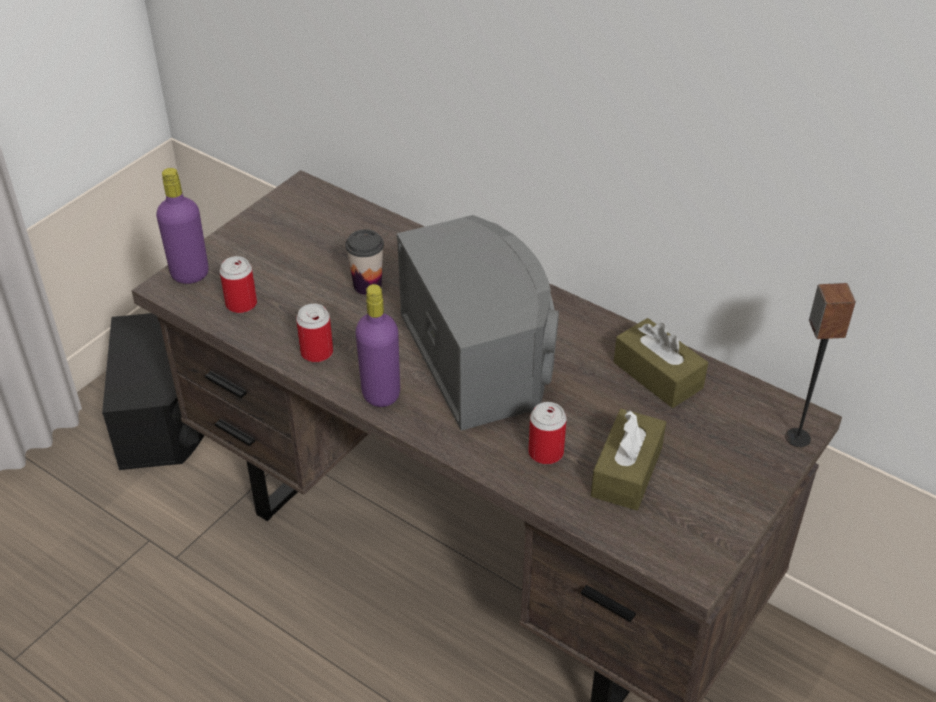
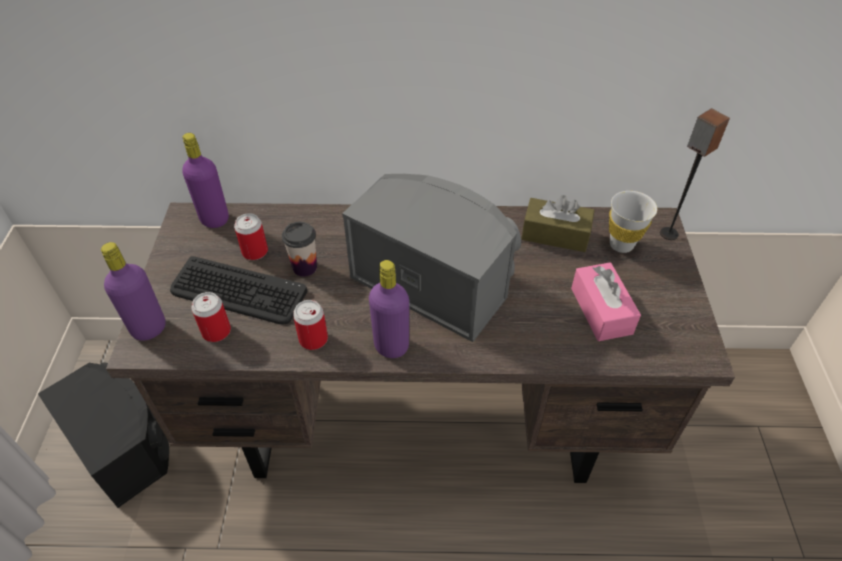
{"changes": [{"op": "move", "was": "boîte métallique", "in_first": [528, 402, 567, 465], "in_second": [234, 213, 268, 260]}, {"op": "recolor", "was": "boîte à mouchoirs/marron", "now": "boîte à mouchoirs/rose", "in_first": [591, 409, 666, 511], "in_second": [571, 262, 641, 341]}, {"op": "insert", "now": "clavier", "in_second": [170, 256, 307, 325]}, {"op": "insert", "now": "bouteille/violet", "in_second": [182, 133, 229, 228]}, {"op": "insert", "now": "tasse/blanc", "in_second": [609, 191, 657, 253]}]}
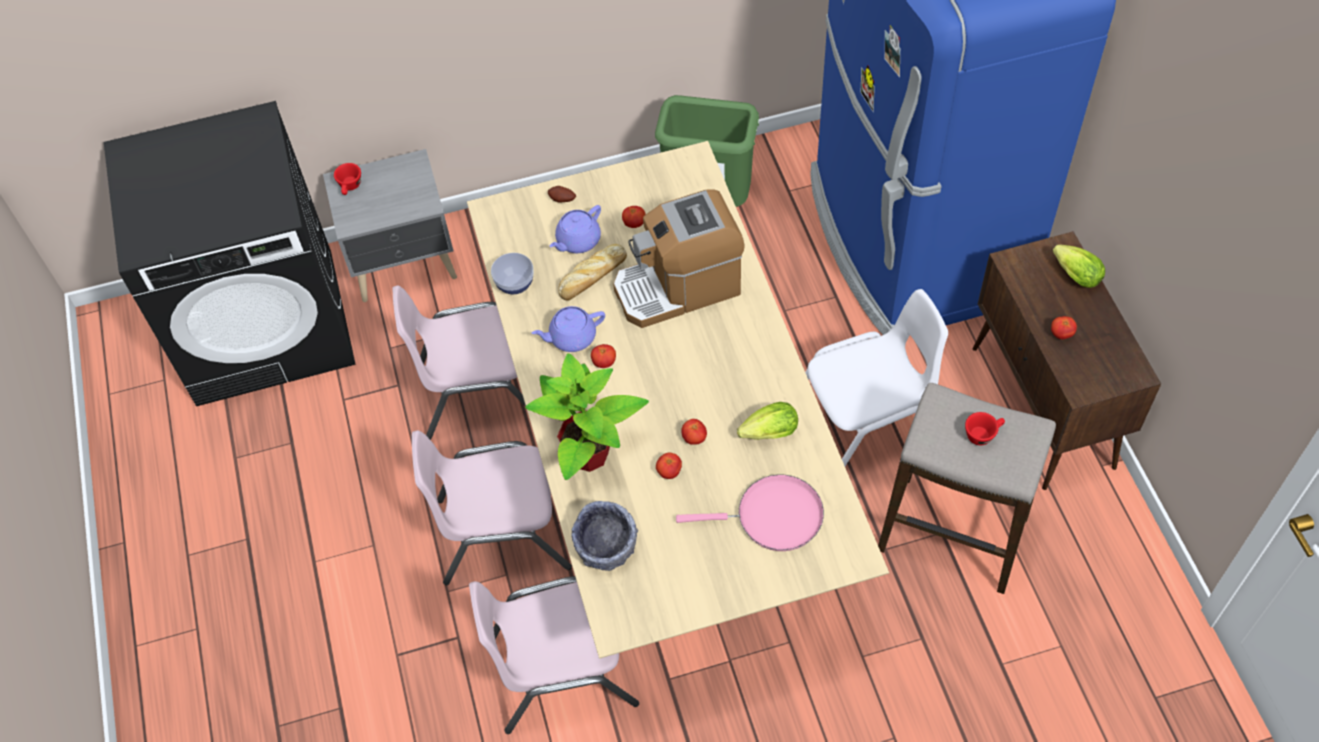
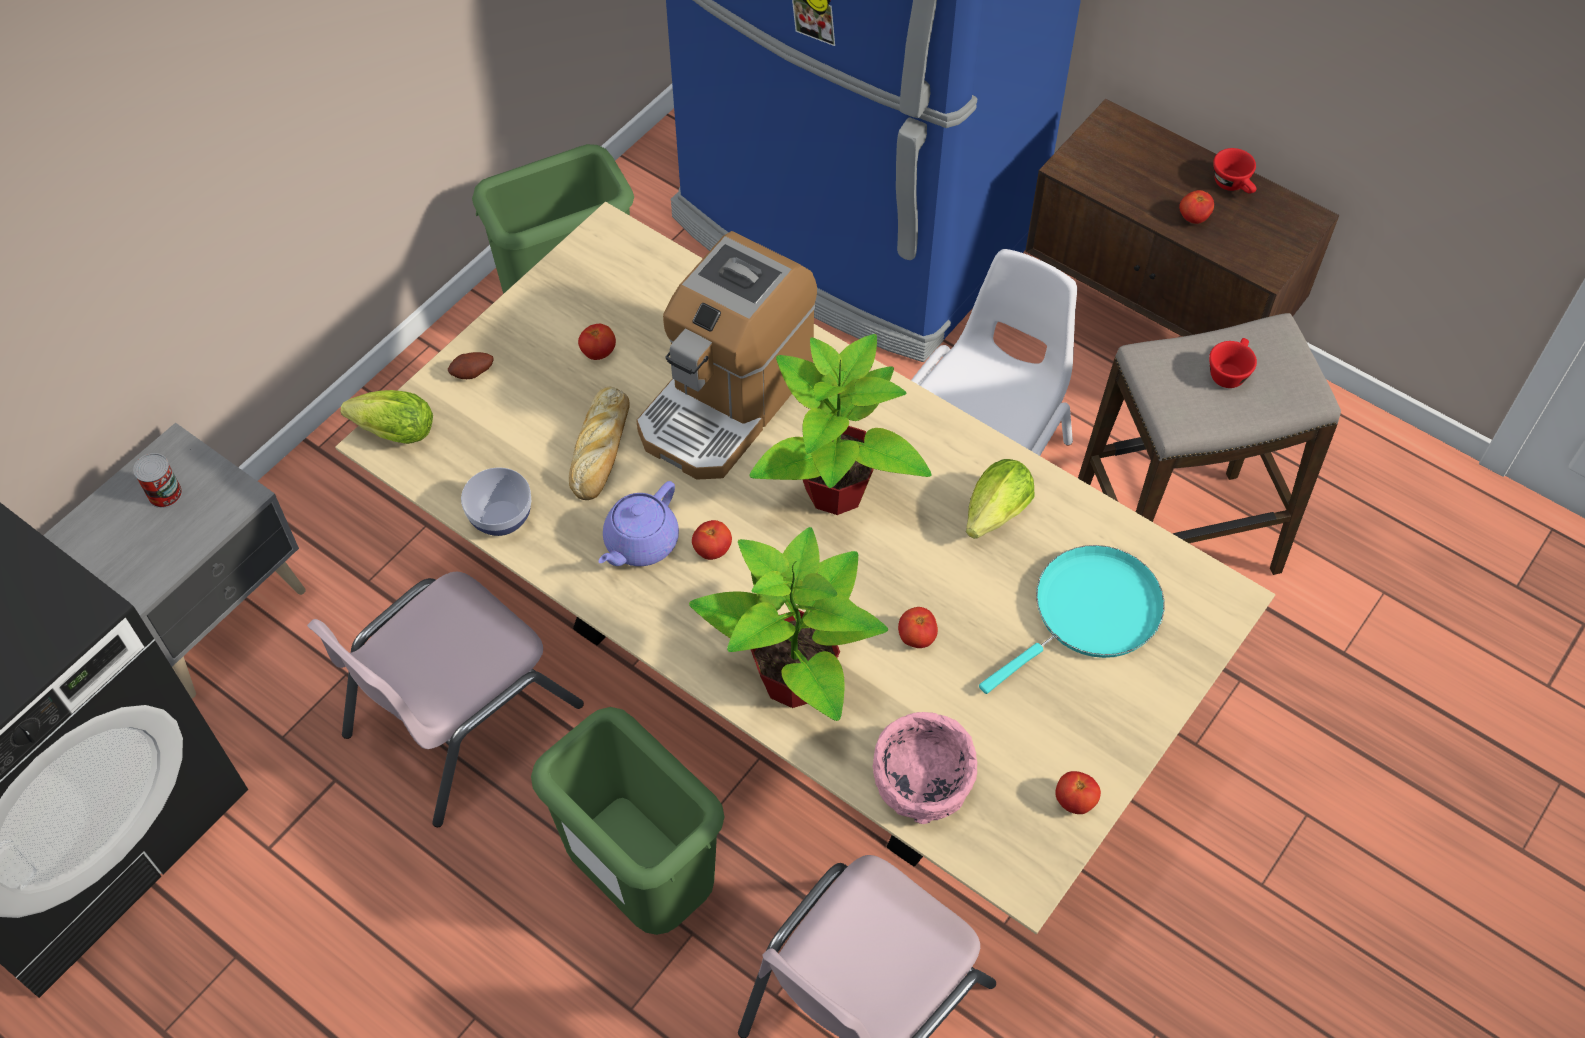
{"changes": [{"op": "move", "was": "tasse/rouge", "in_first": [334, 163, 361, 195], "in_second": [1213, 148, 1257, 193]}, {"op": "replace", "was": "chaise/rose", "now": "poubelle/vert", "in_first": [412, 430, 572, 585], "in_second": [531, 707, 724, 935]}, {"op": "delete", "was": "théière/violet", "in_first": [549, 205, 601, 253]}, {"op": "recolor", "was": "bol/gris", "now": "bol/rose", "in_first": [571, 501, 638, 571], "in_second": [873, 712, 977, 824]}, {"op": "recolor", "was": "poêle/rose", "now": "poêle/turquoise", "in_first": [676, 475, 824, 551], "in_second": [979, 545, 1165, 694]}, {"op": "move", "was": "tomate", "in_first": [681, 419, 707, 445], "in_second": [1055, 771, 1101, 814]}, {"op": "move", "was": "laitue", "in_first": [1053, 245, 1105, 288], "in_second": [341, 390, 433, 444]}, {"op": "insert", "now": "boîte métallique", "in_second": [133, 453, 182, 508]}, {"op": "insert", "now": "plante en pot", "in_second": [749, 334, 932, 515]}]}
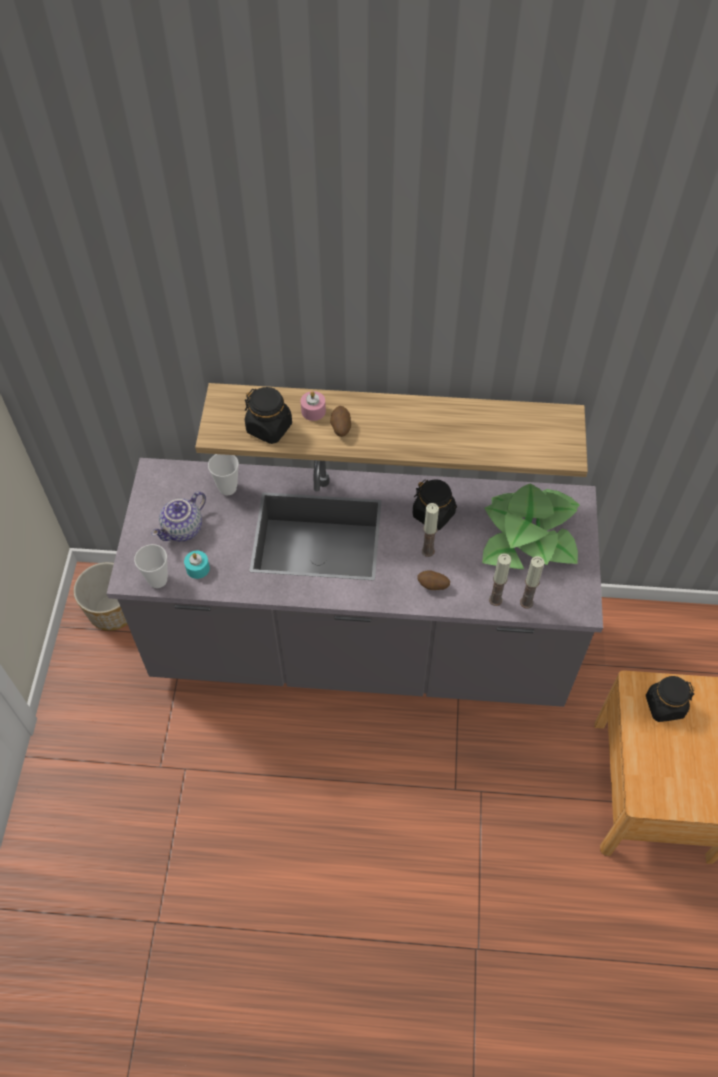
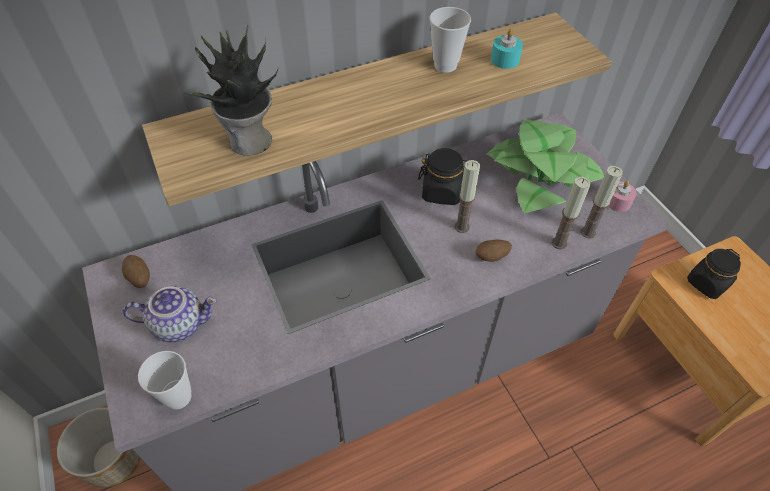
{"changes": [{"op": "rotate", "was": "théière", "in_first": [152, 491, 206, 542], "in_second": [123, 285, 217, 342], "clockwise": -105}, {"op": "move", "was": "bougie/turquoise", "in_first": [184, 551, 210, 579], "in_second": [491, 29, 523, 69]}, {"op": "move", "was": "tasse", "in_first": [208, 454, 239, 495], "in_second": [430, 7, 471, 73]}, {"op": "replace", "was": "bocal/noir", "now": "plante en pot", "in_first": [245, 387, 292, 444], "in_second": [184, 24, 278, 156]}, {"op": "move", "was": "bougie/rose", "in_first": [301, 391, 326, 421], "in_second": [608, 181, 637, 212]}, {"op": "move", "was": "pomme de terre", "in_first": [330, 406, 351, 437], "in_second": [122, 255, 150, 288]}]}
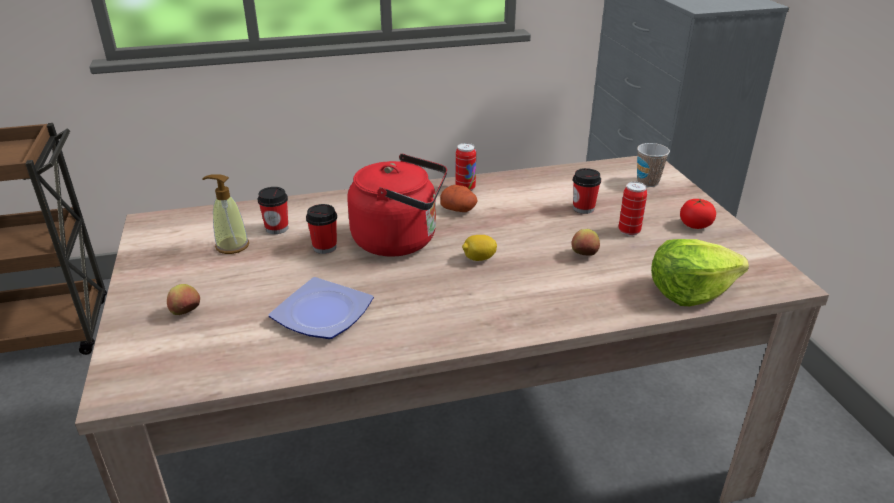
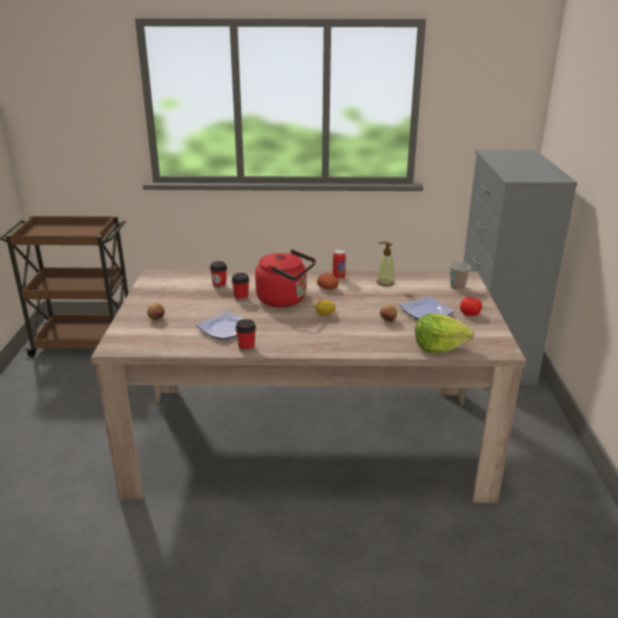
{"changes": [{"op": "move", "was": "distributeur de savon", "in_first": [202, 174, 249, 254], "in_second": [376, 242, 395, 286]}, {"op": "move", "was": "tasse", "in_first": [573, 168, 601, 214], "in_second": [235, 319, 256, 352]}, {"op": "replace", "was": "boîte métallique", "now": "assiette", "in_first": [619, 182, 647, 236], "in_second": [399, 296, 455, 320]}]}
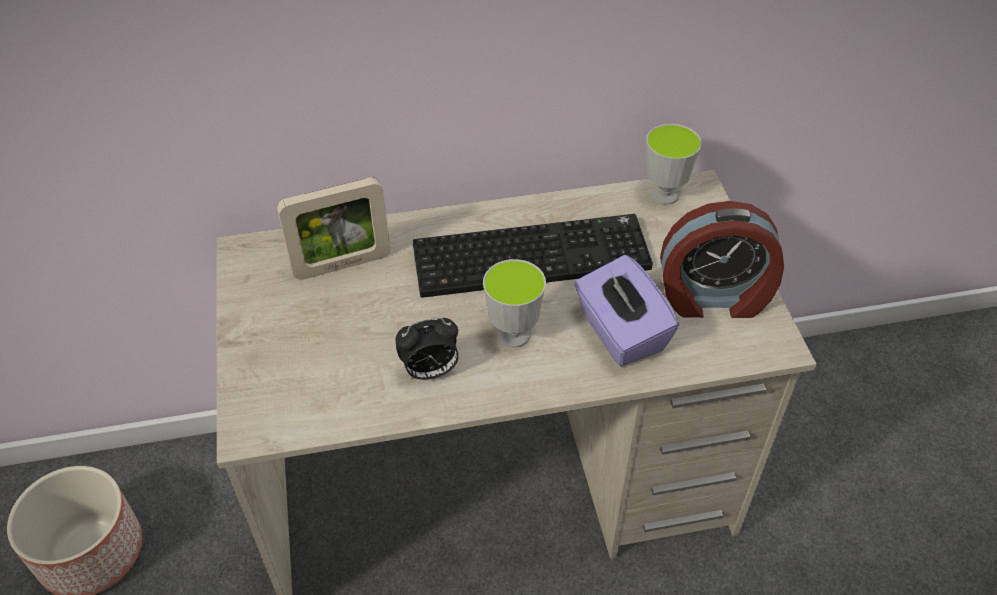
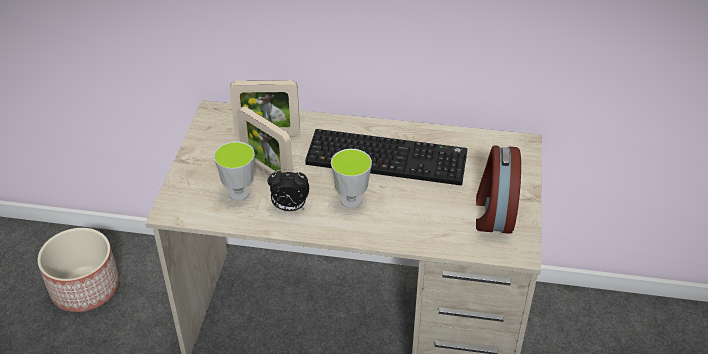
{"changes": [{"op": "delete", "was": "boîte à mouchoirs/violet", "in_first": [574, 255, 679, 366]}, {"op": "move", "was": "tasse", "in_first": [646, 124, 702, 205], "in_second": [214, 141, 255, 201]}, {"op": "rotate", "was": "réveil", "in_first": [660, 201, 784, 318], "in_second": [476, 146, 521, 234], "clockwise": 75}, {"op": "insert", "now": "cadre photo", "in_second": [237, 106, 293, 177]}]}
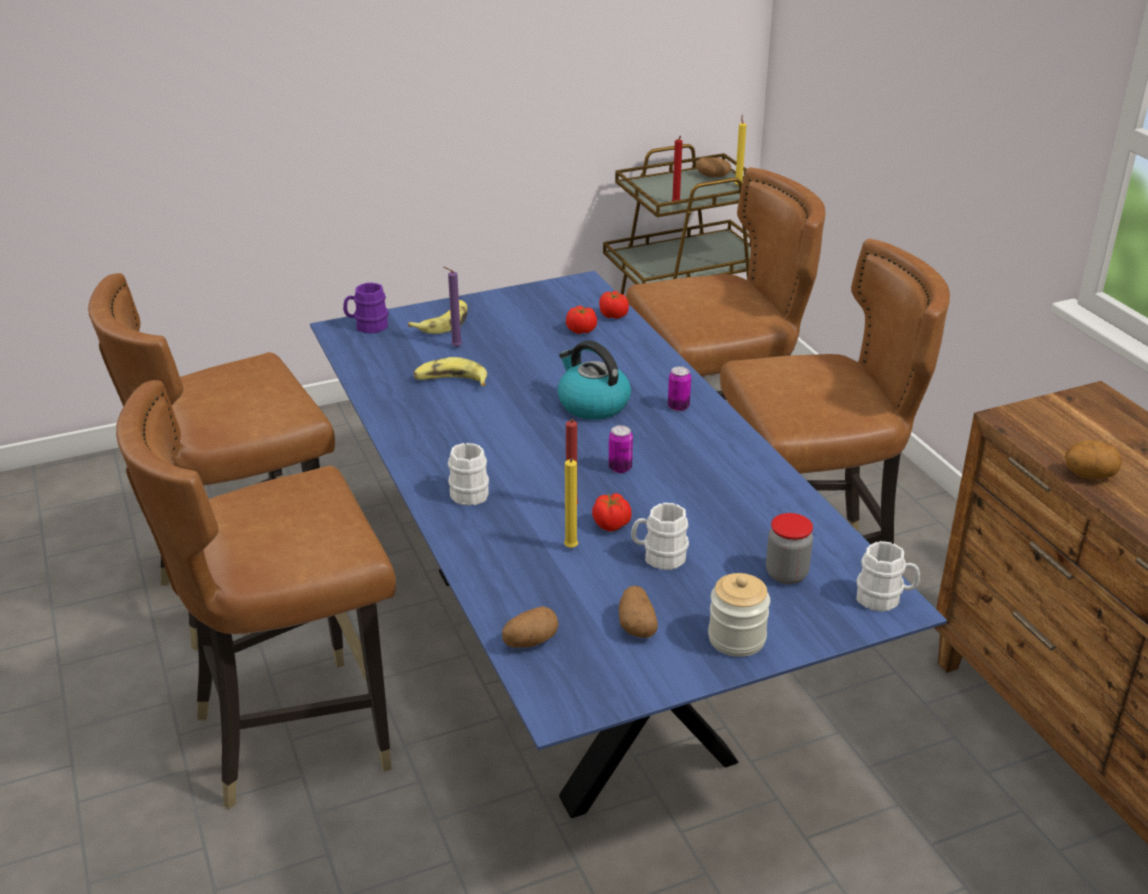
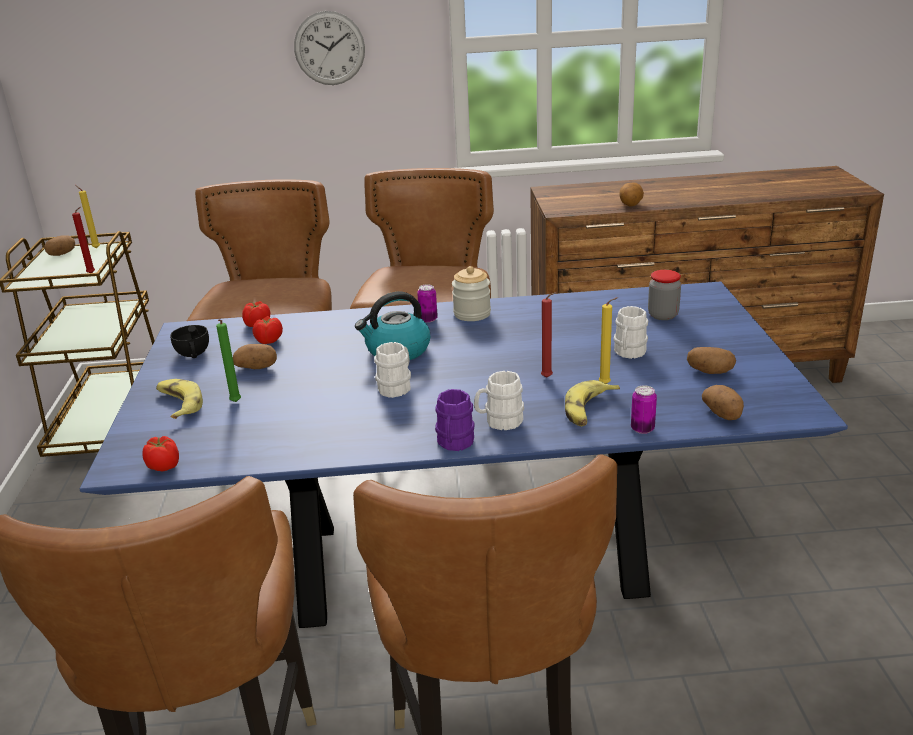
{"changes": [{"op": "move", "was": "mug/violet", "in_first": [343, 283, 388, 334], "in_second": [435, 389, 475, 451]}, {"op": "move", "was": "banane", "in_first": [414, 357, 487, 386], "in_second": [565, 380, 620, 426]}, {"op": "recolor", "was": "bougie/violet", "now": "bougie/vert", "in_first": [443, 267, 462, 347], "in_second": [216, 319, 241, 402]}, {"op": "move", "was": "tomate", "in_first": [592, 493, 631, 532], "in_second": [142, 436, 179, 472]}, {"op": "move", "was": "boîte métallique", "in_first": [609, 425, 633, 473], "in_second": [631, 385, 657, 434]}, {"op": "move", "was": "bocal", "in_first": [708, 573, 770, 657], "in_second": [452, 266, 491, 321]}, {"op": "move", "was": "mug/blanc", "in_first": [857, 541, 920, 612], "in_second": [374, 342, 411, 398]}, {"op": "insert", "now": "tasse/noir", "in_second": [170, 325, 209, 358]}, {"op": "insert", "now": "pomme de terre", "in_second": [233, 344, 277, 369]}, {"op": "insert", "now": "horloge murale", "in_second": [294, 11, 365, 85]}]}
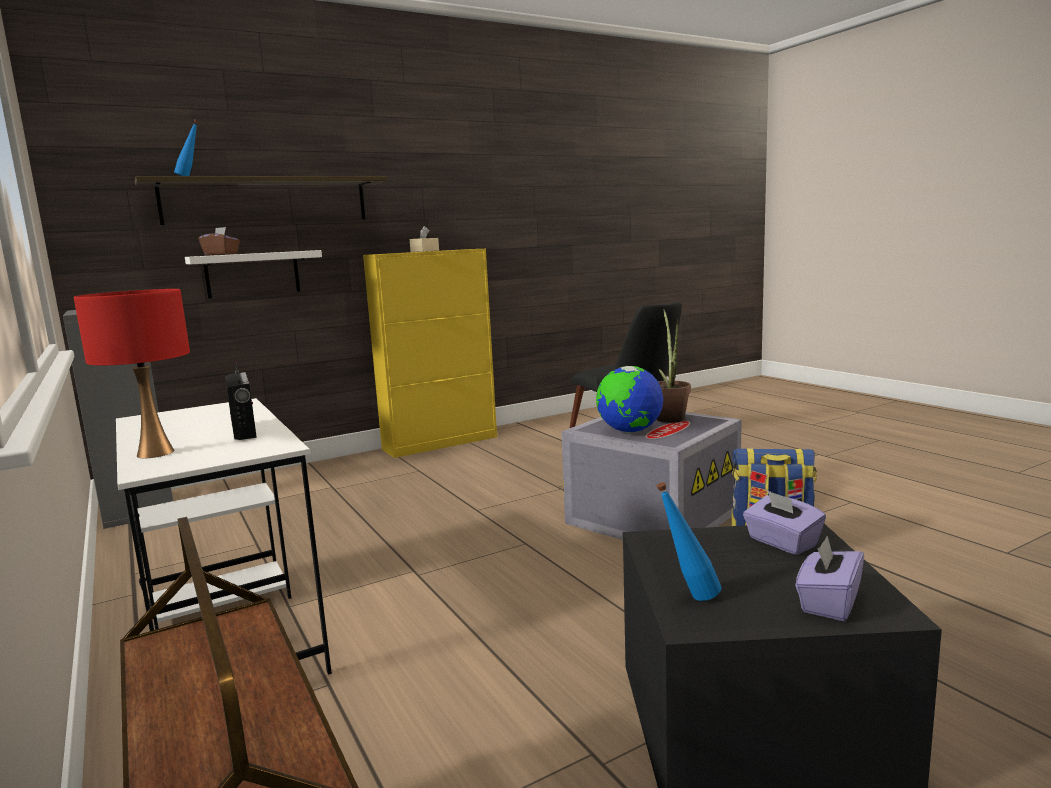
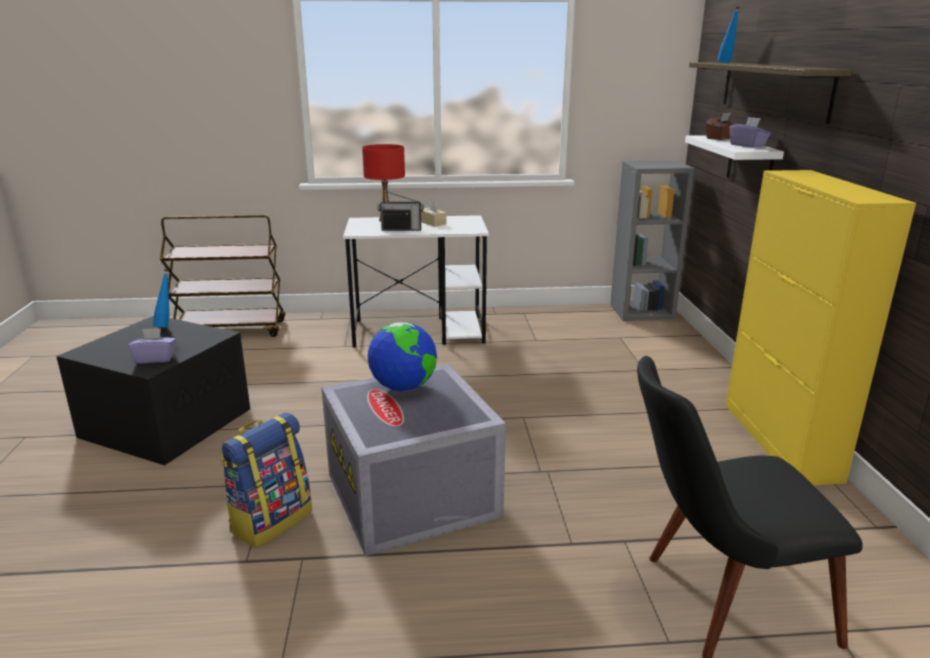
{"changes": [{"op": "move", "was": "boîte à mouchoirs/beige", "in_first": [410, 226, 439, 252], "in_second": [421, 199, 447, 227]}, {"op": "delete", "was": "plante en pot", "in_first": [656, 309, 691, 423]}, {"op": "move", "was": "boîte à mouchoirs/violet", "in_first": [796, 536, 864, 621], "in_second": [729, 117, 771, 148]}]}
